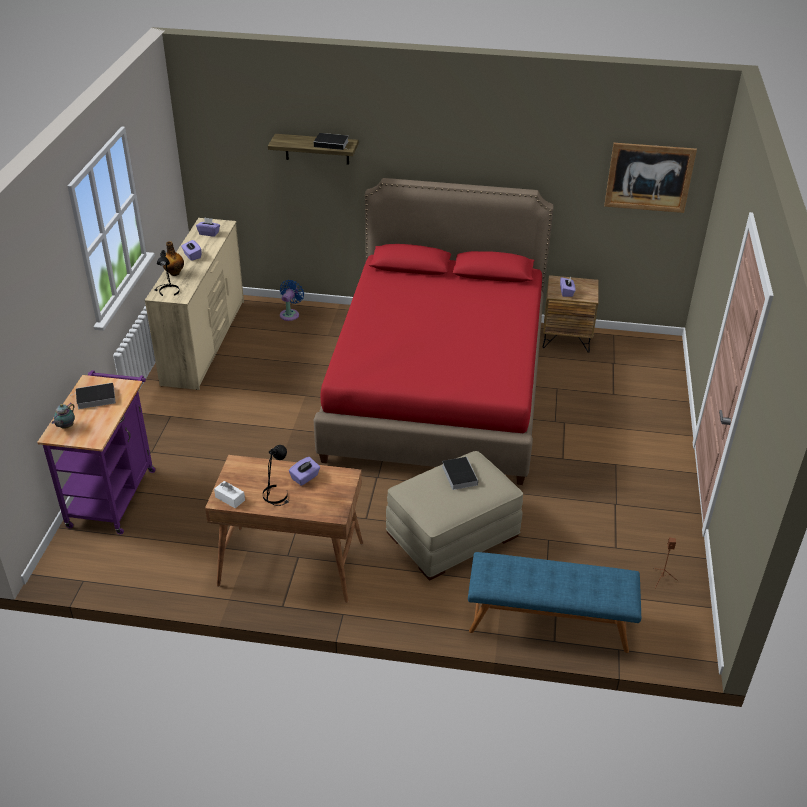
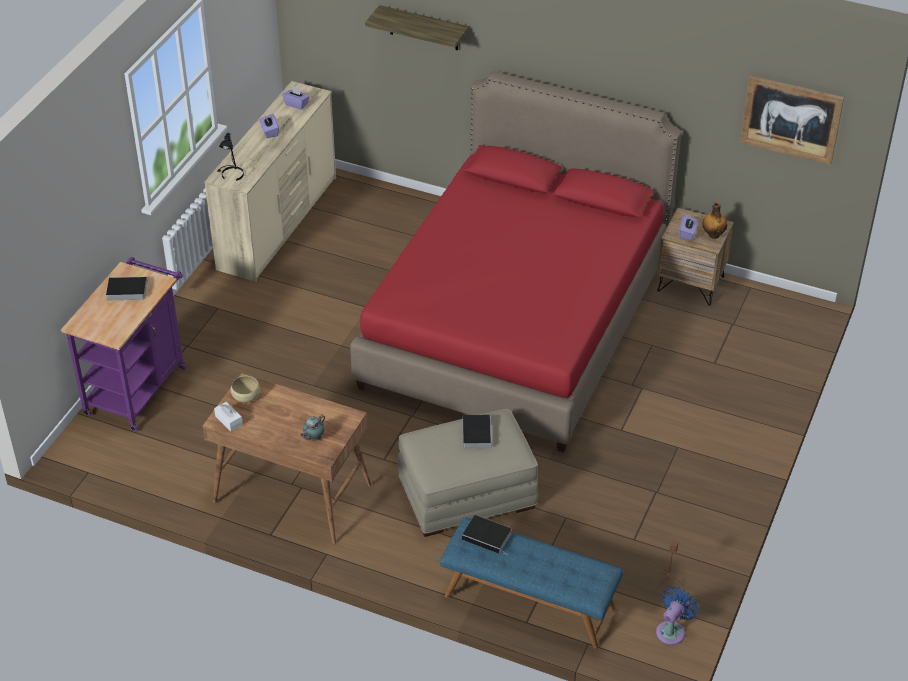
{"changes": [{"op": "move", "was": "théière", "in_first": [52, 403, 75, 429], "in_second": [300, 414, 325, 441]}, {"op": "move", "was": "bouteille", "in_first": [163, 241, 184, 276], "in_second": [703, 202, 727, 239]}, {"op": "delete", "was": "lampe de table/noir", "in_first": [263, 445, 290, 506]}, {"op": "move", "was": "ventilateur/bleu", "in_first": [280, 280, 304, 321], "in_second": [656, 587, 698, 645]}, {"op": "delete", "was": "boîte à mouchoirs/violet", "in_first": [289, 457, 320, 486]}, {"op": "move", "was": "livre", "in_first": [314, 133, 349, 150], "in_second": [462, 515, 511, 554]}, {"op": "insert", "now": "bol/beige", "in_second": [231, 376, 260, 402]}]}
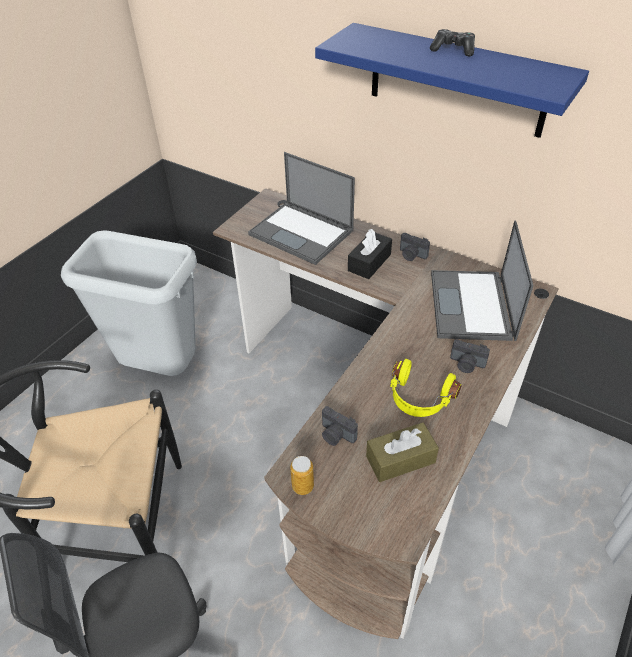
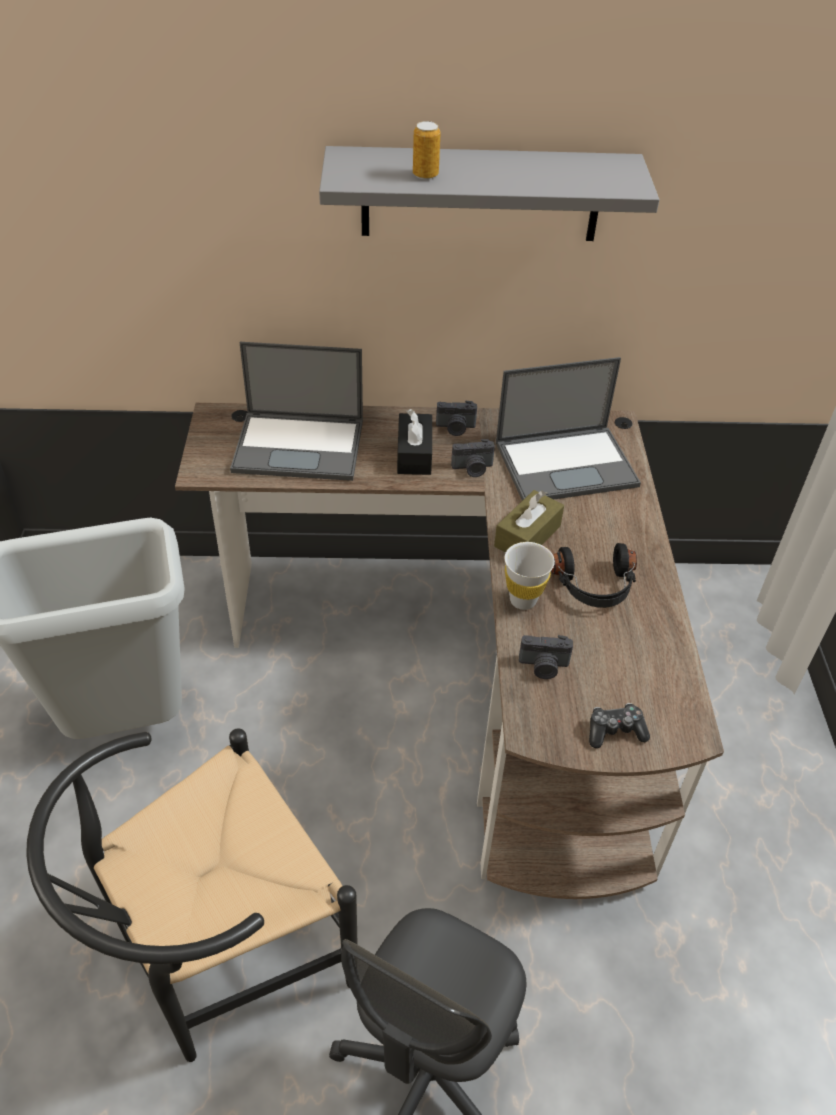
{"changes": [{"op": "move", "was": "boîte métallique", "in_first": [290, 456, 314, 495], "in_second": [413, 121, 441, 180]}, {"op": "recolor", "was": "étagère/bleu", "now": "étagère/gris", "in_first": [315, 23, 589, 138], "in_second": [319, 146, 659, 241]}, {"op": "move", "was": "boîte à mouchoirs/marron", "in_first": [366, 423, 439, 482], "in_second": [494, 490, 564, 553]}, {"op": "recolor", "was": "casque audio/jaune", "now": "casque audio/noir", "in_first": [390, 359, 461, 417], "in_second": [551, 543, 637, 608]}, {"op": "move", "was": "manette", "in_first": [430, 29, 475, 56], "in_second": [589, 703, 650, 748]}, {"op": "rotate", "was": "ordinateur portable", "in_first": [431, 221, 534, 341], "in_second": [496, 357, 641, 501], "clockwise": -75}, {"op": "move", "was": "appareil photo", "in_first": [450, 339, 490, 373], "in_second": [451, 439, 495, 477]}, {"op": "insert", "now": "tasse/blanc", "in_second": [505, 542, 555, 610]}]}
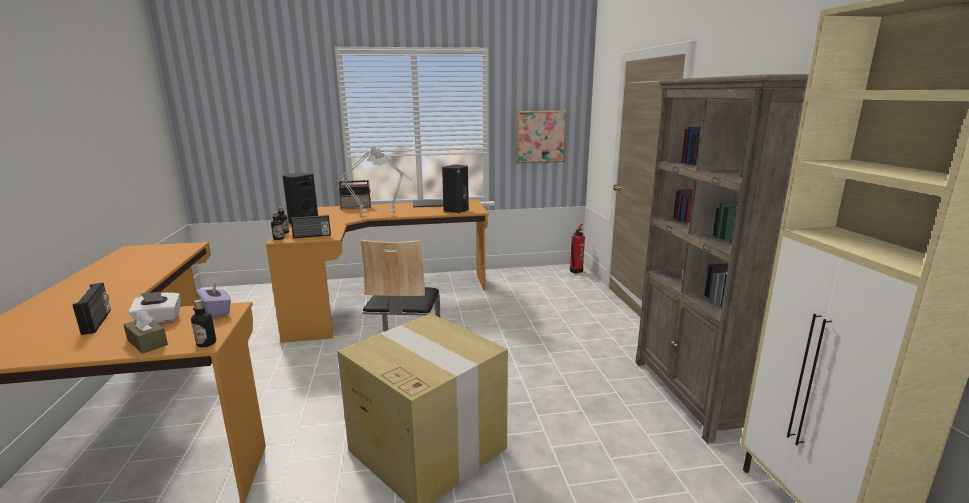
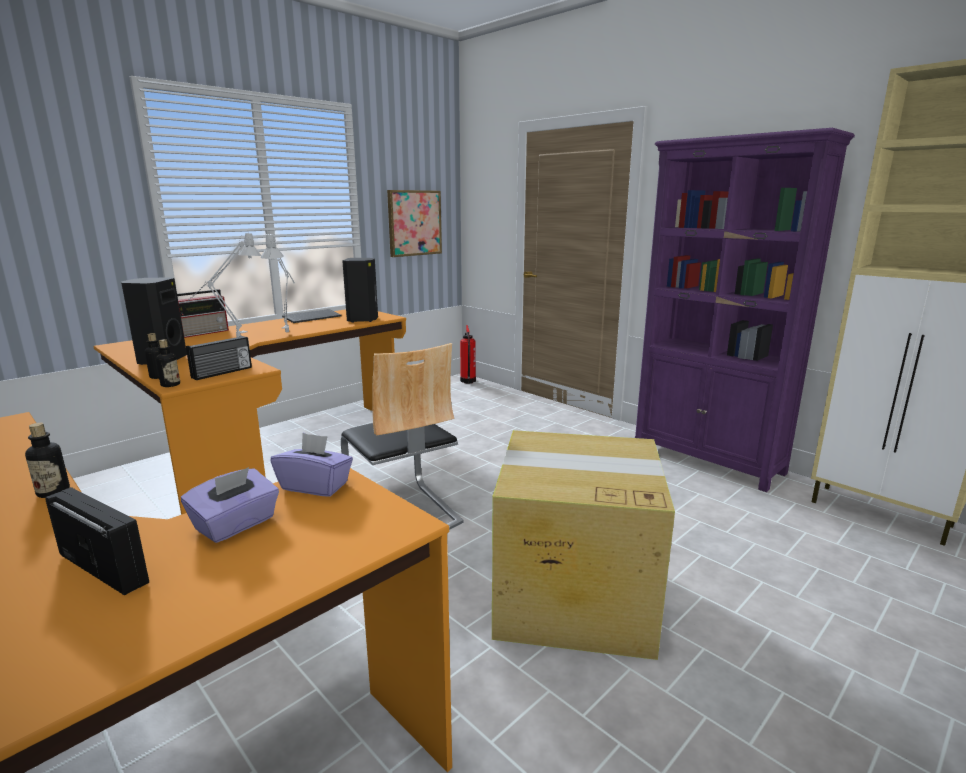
{"changes": [{"op": "delete", "was": "boîte à mouchoirs/marron", "in_first": [123, 309, 168, 354]}, {"op": "recolor", "was": "boîte à mouchoirs/blanc", "now": "boîte à mouchoirs/violet", "in_first": [128, 292, 181, 323], "in_second": [181, 467, 279, 543]}, {"op": "move", "was": "bouteille", "in_first": [191, 300, 216, 347], "in_second": [25, 423, 70, 498]}, {"op": "recolor", "was": "bibliothèque/marron", "now": "bibliothèque/violet", "in_first": [636, 74, 809, 443], "in_second": [635, 128, 855, 492]}]}
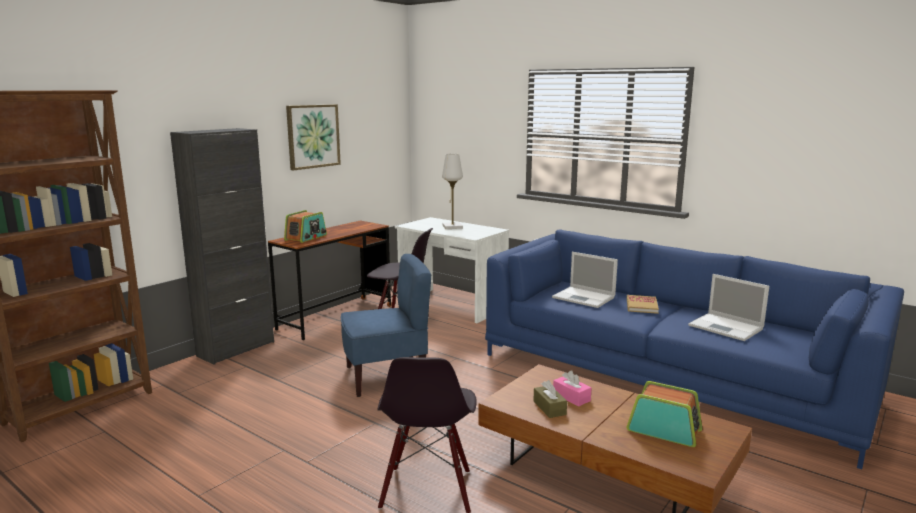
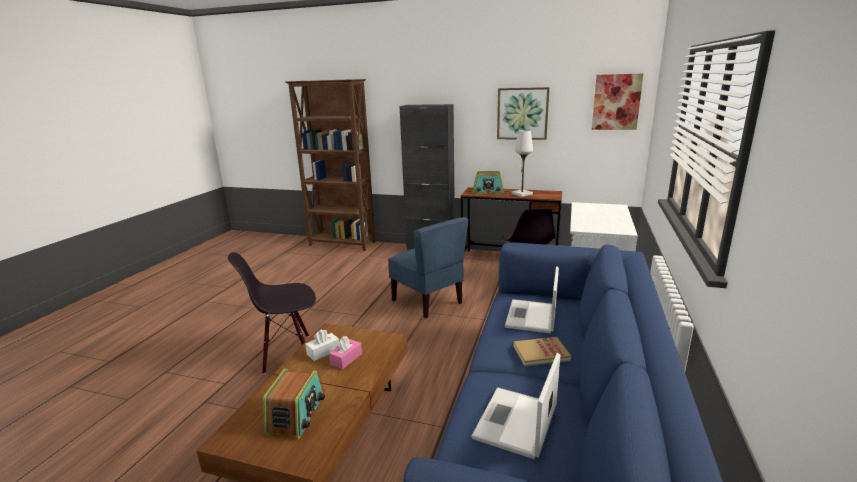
{"changes": [{"op": "move", "was": "lampe de table/blanc", "in_first": [442, 154, 463, 229], "in_second": [511, 130, 533, 197]}, {"op": "recolor", "was": "boîte à mouchoirs/marron", "now": "boîte à mouchoirs/blanc", "in_first": [533, 380, 567, 418], "in_second": [305, 329, 339, 361]}, {"op": "insert", "now": "tableau", "in_second": [592, 74, 643, 130]}]}
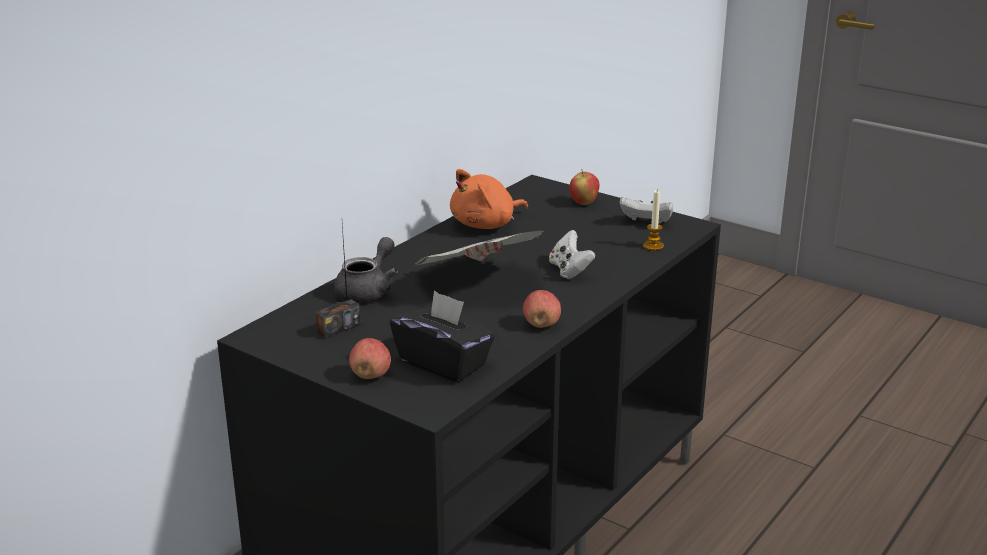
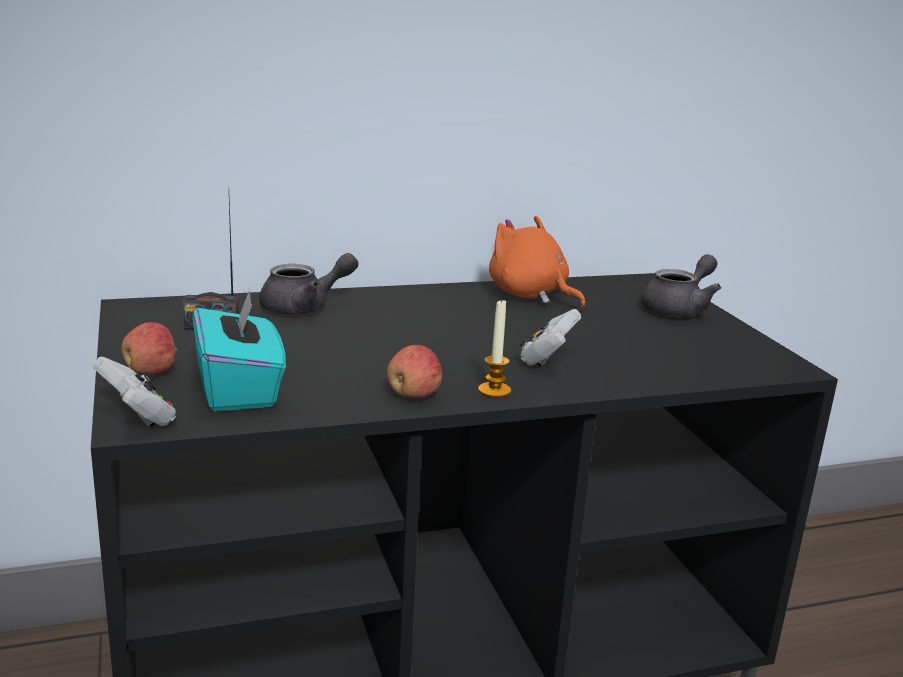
{"changes": [{"op": "recolor", "was": "boîte à mouchoirs/noir", "now": "boîte à mouchoirs/turquoise", "in_first": [390, 290, 495, 382], "in_second": [192, 289, 286, 412]}, {"op": "delete", "was": "journal", "in_first": [415, 231, 544, 265]}, {"op": "rotate", "was": "peluche/orange", "in_first": [450, 169, 528, 229], "in_second": [489, 216, 585, 307], "clockwise": 45}, {"op": "replace", "was": "pomme", "now": "théière/gris", "in_first": [569, 169, 599, 205], "in_second": [641, 254, 721, 317]}, {"op": "move", "was": "manette/blanc", "in_first": [620, 197, 673, 224], "in_second": [93, 357, 176, 427]}, {"op": "move", "was": "bougie", "in_first": [643, 190, 664, 251], "in_second": [478, 299, 511, 398]}]}
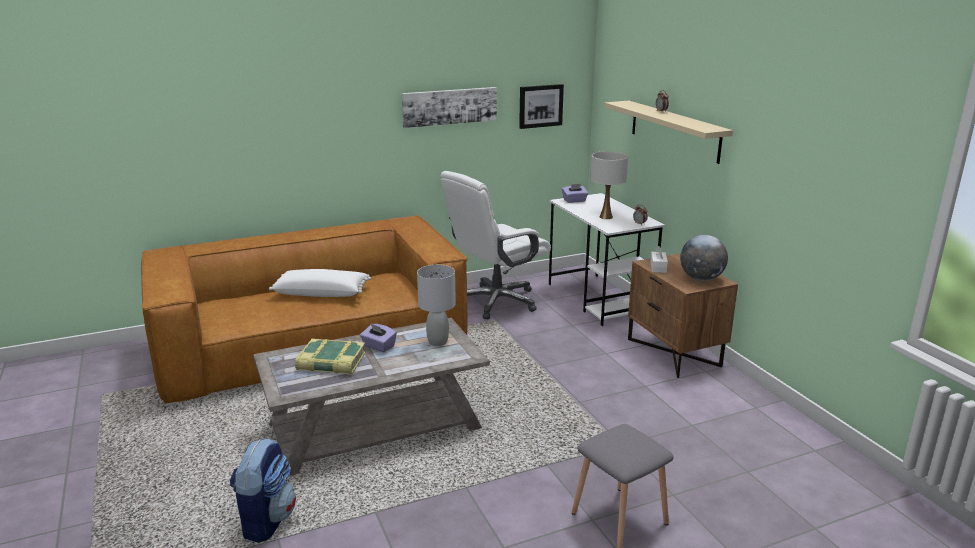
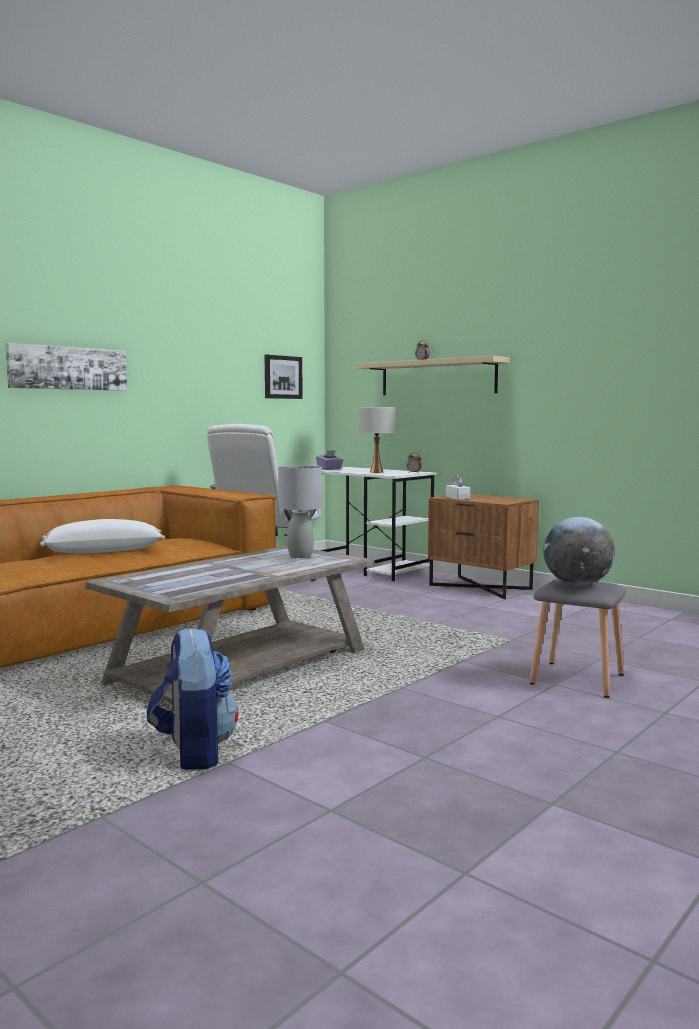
{"changes": [{"op": "delete", "was": "livre", "in_first": [295, 339, 366, 374]}, {"op": "delete", "was": "boîte à mouchoirs/violet", "in_first": [360, 323, 397, 352]}, {"op": "move", "was": "tableau", "in_first": [402, 87, 497, 128], "in_second": [5, 343, 127, 391]}, {"op": "move", "was": "globe", "in_first": [680, 235, 728, 281], "in_second": [543, 517, 615, 585]}]}
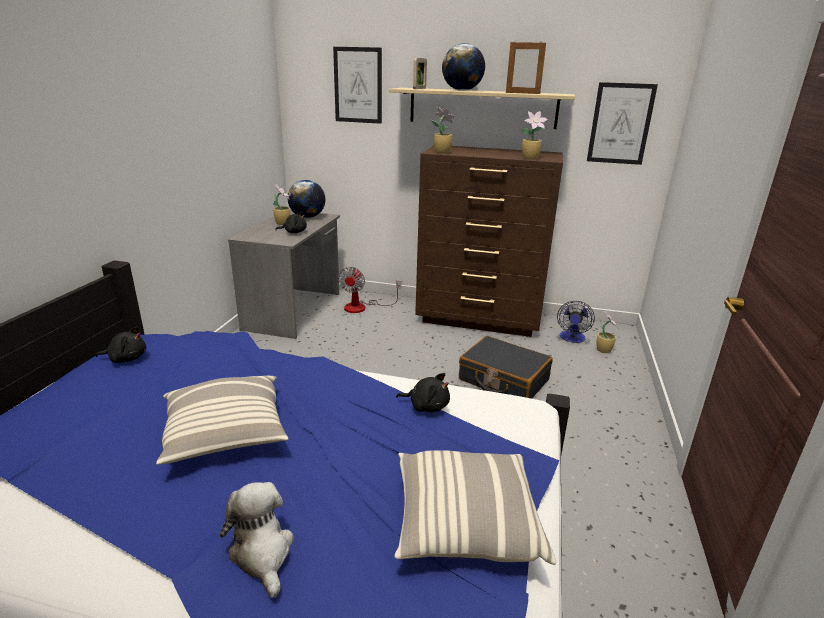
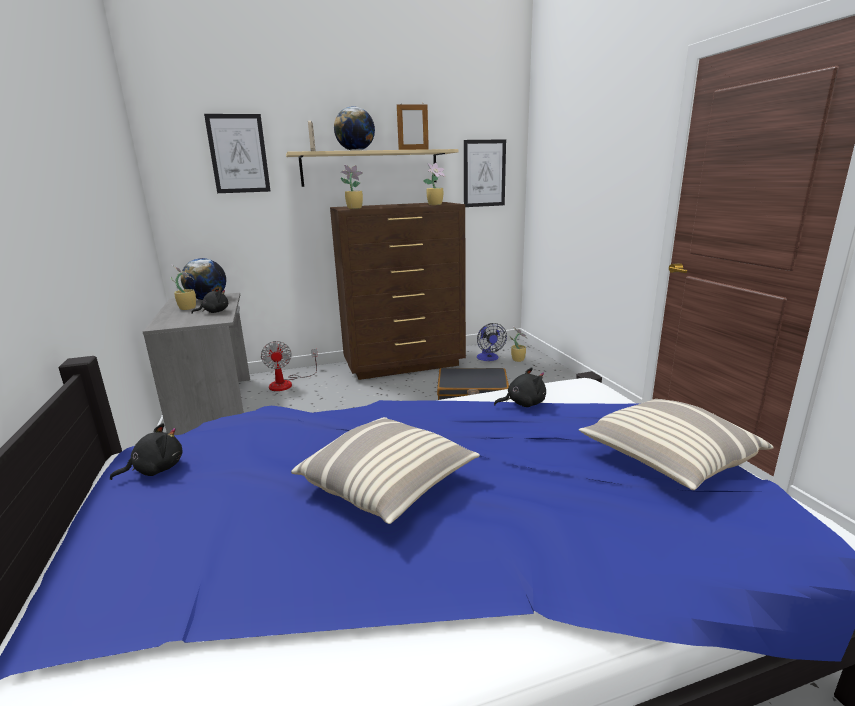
{"changes": [{"op": "delete", "was": "peluche", "in_first": [219, 482, 294, 598]}]}
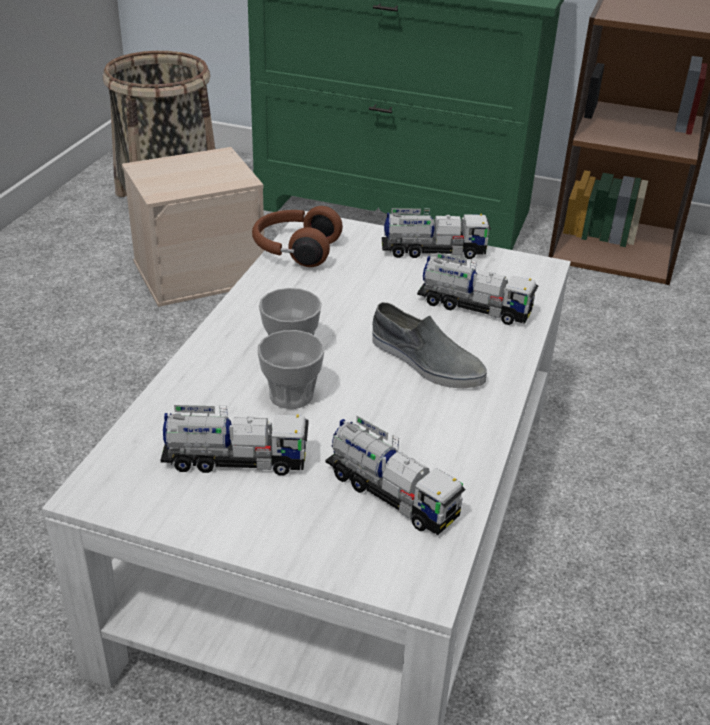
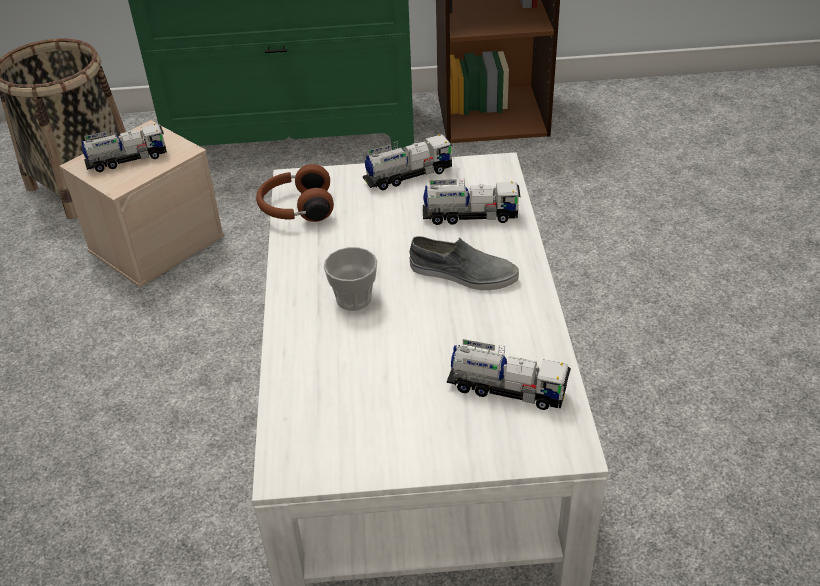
{"changes": [{"op": "move", "was": "camion jouet", "in_first": [161, 405, 309, 476], "in_second": [81, 123, 167, 172]}, {"op": "delete", "was": "tasse", "in_first": [258, 330, 324, 409]}]}
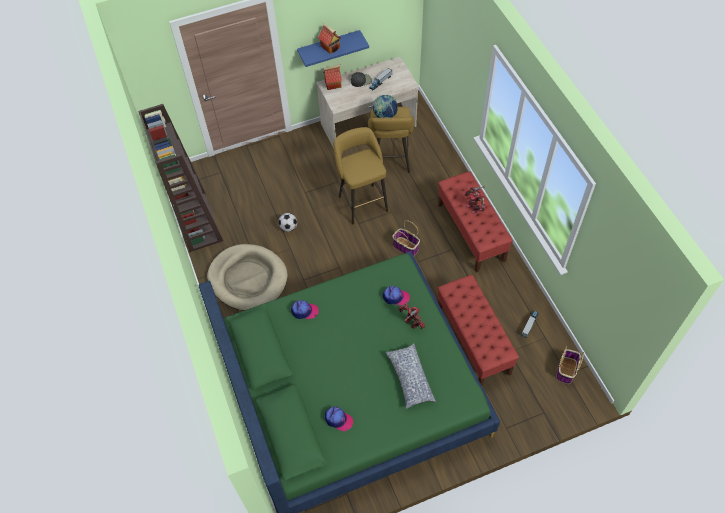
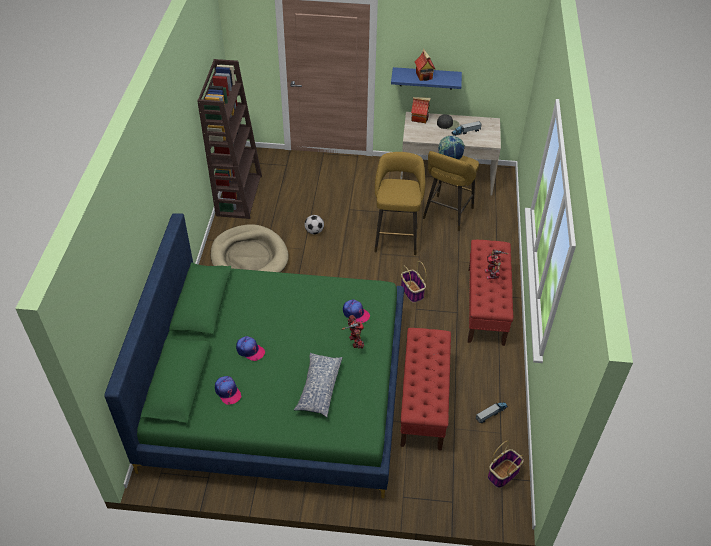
{"changes": [{"op": "move", "was": "casquette", "in_first": [291, 300, 319, 319], "in_second": [236, 336, 265, 361]}]}
